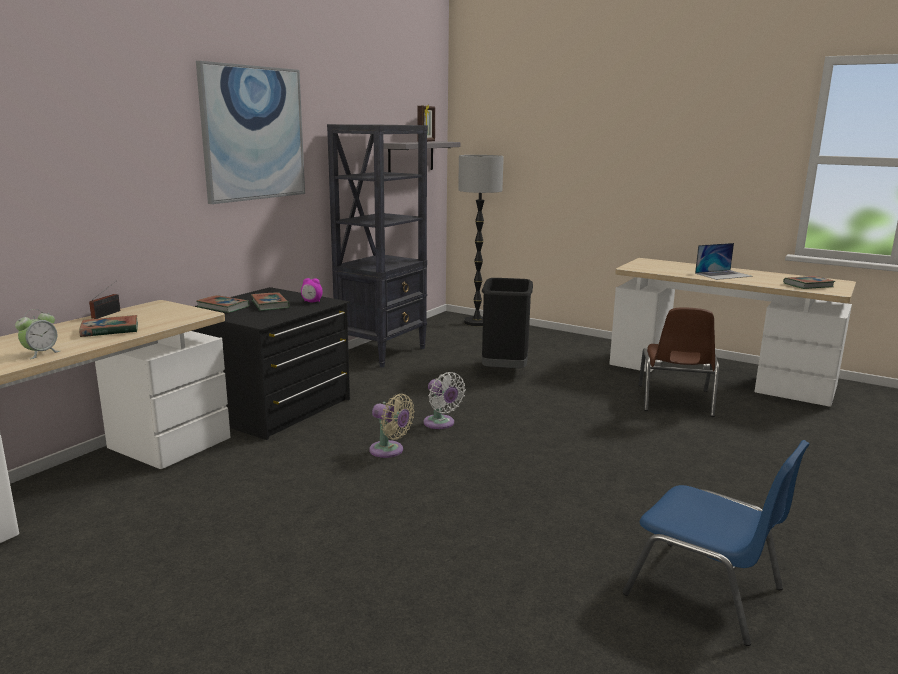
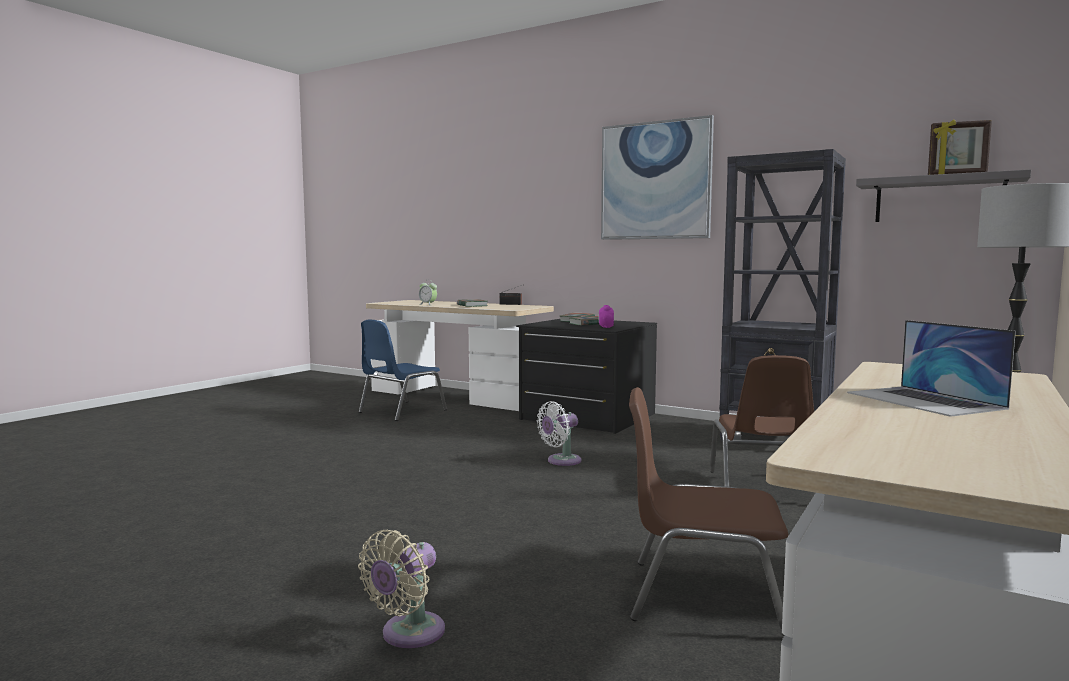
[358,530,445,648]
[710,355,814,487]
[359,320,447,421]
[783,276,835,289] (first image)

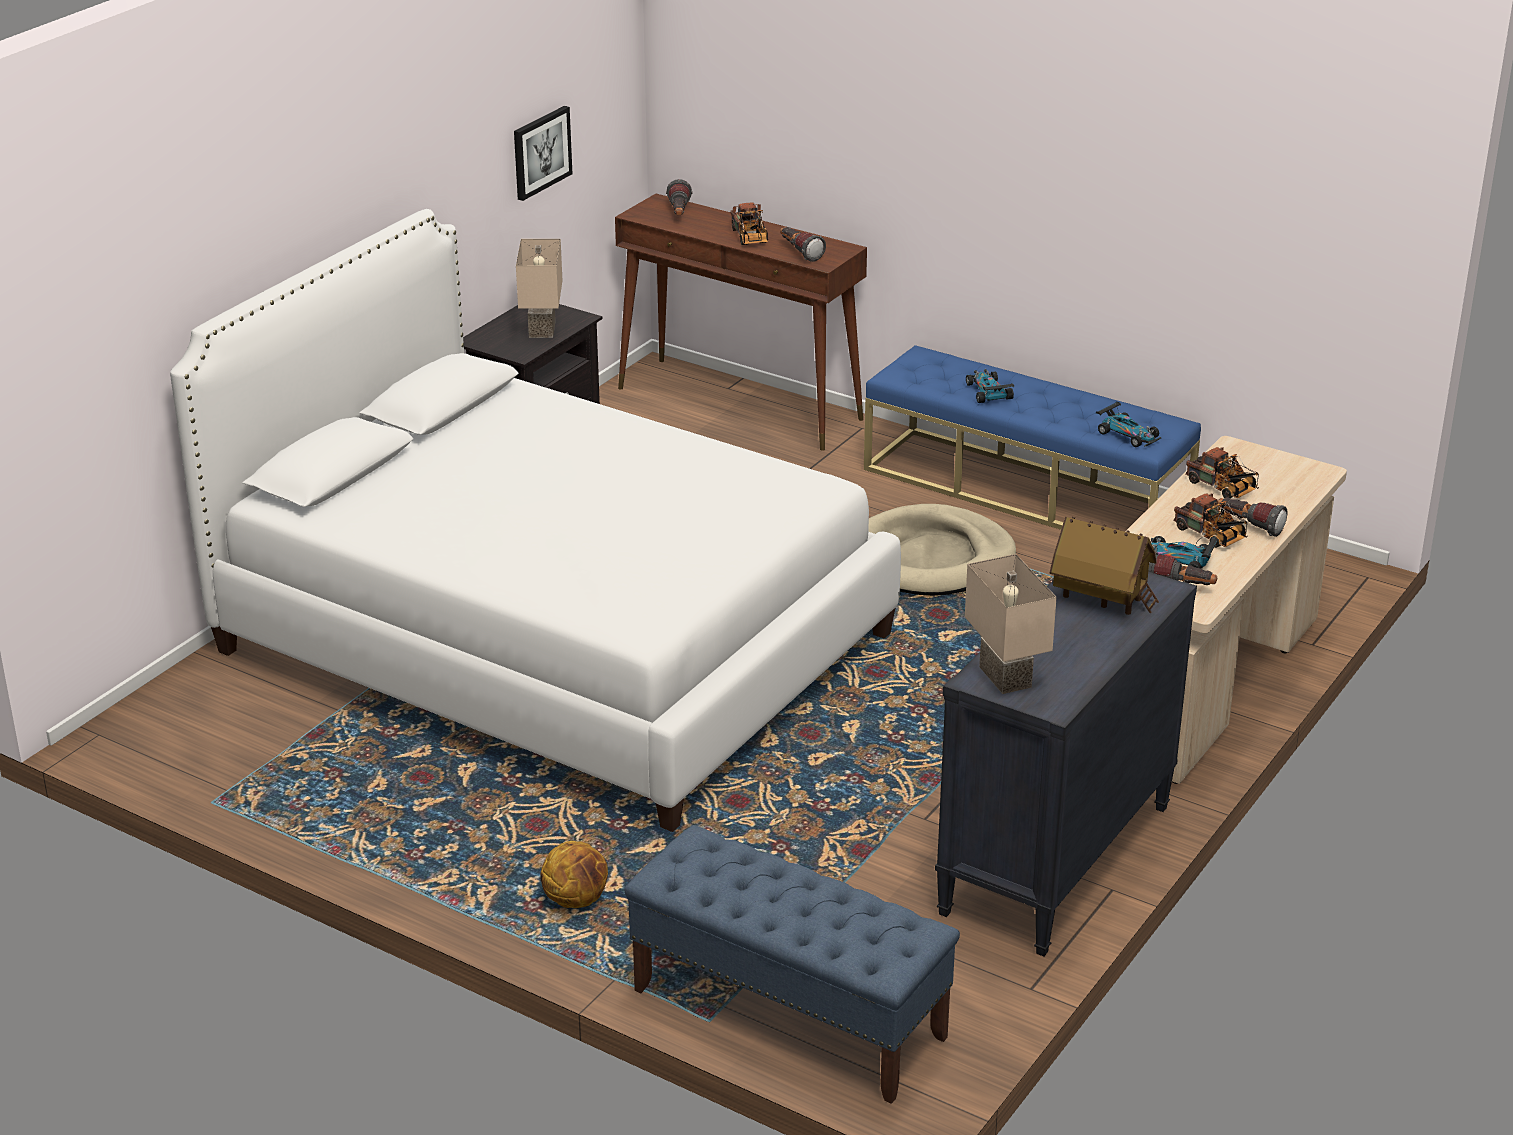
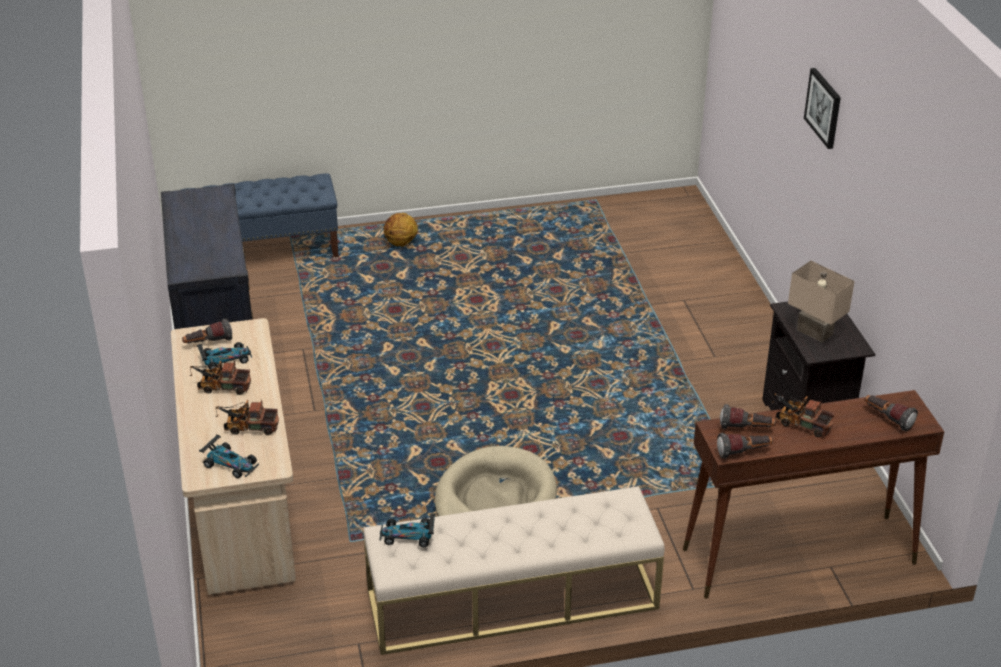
[170,209,901,832] (first image)
[804,68,841,149]
[363,486,665,655]
[965,554,1057,694] (first image)
[199,435,259,478]
[1050,517,1159,615] (first image)
[717,433,773,459]

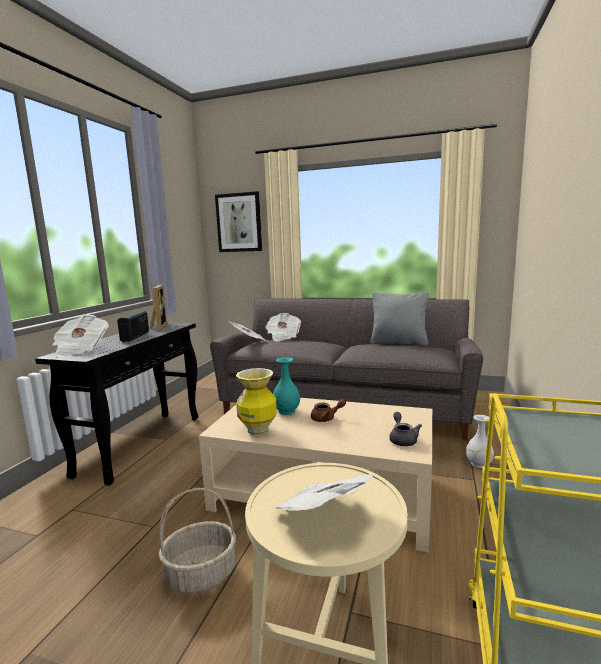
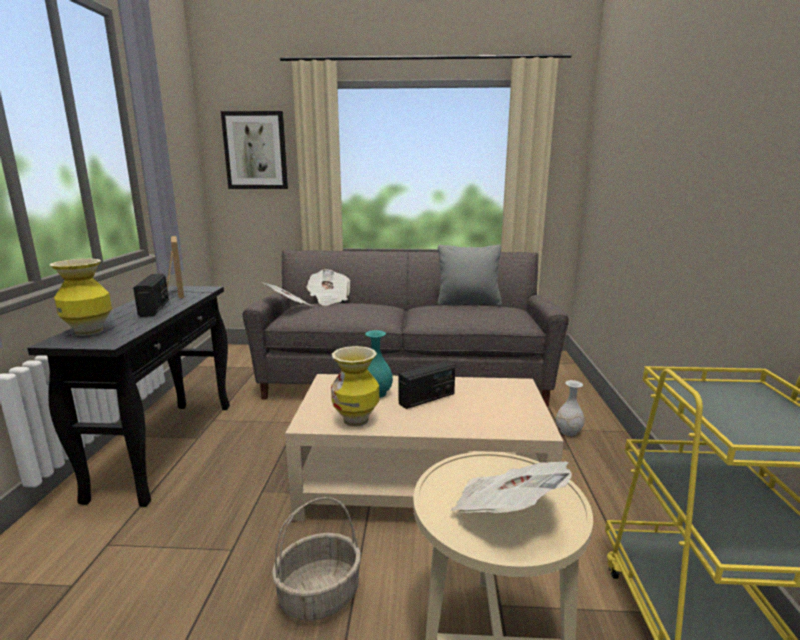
[50,259,112,336]
[399,361,455,409]
[389,412,422,446] (first image)

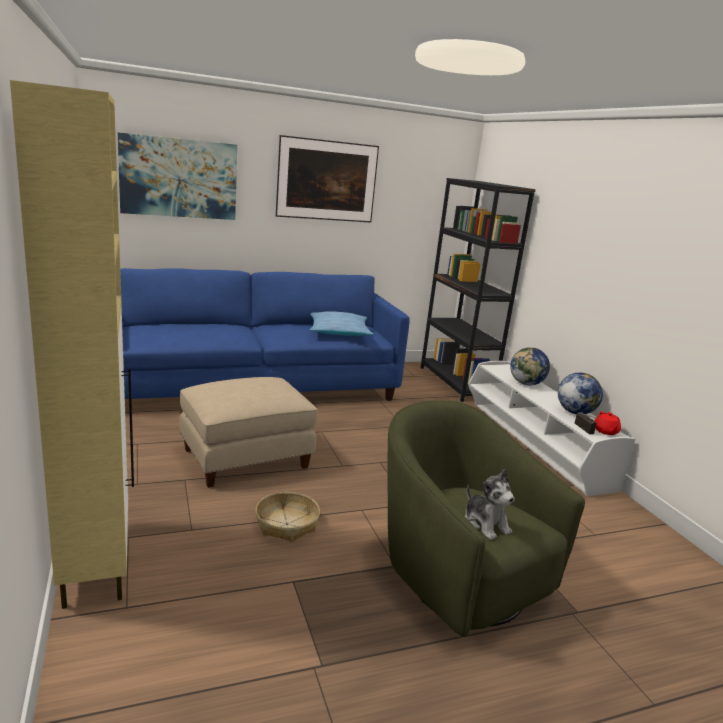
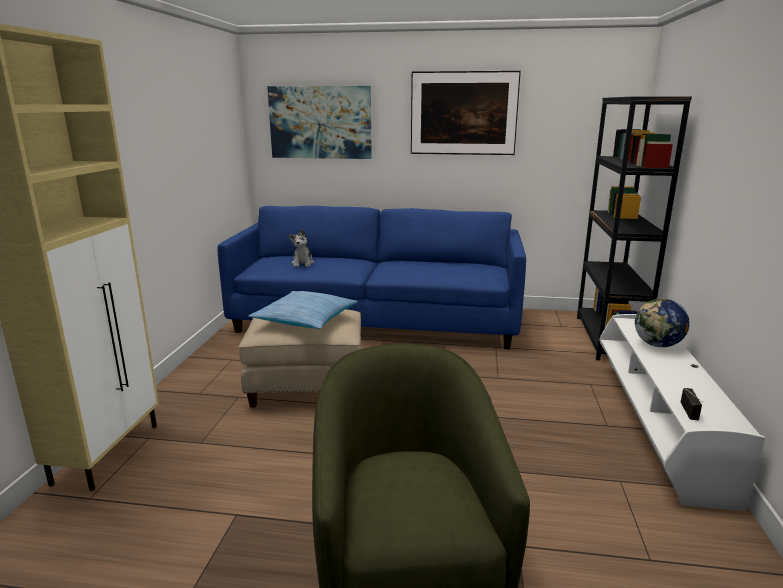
[255,492,320,542] (first image)
[248,291,358,329]
[289,229,314,267]
[558,373,603,414] (first image)
[594,411,621,435] (first image)

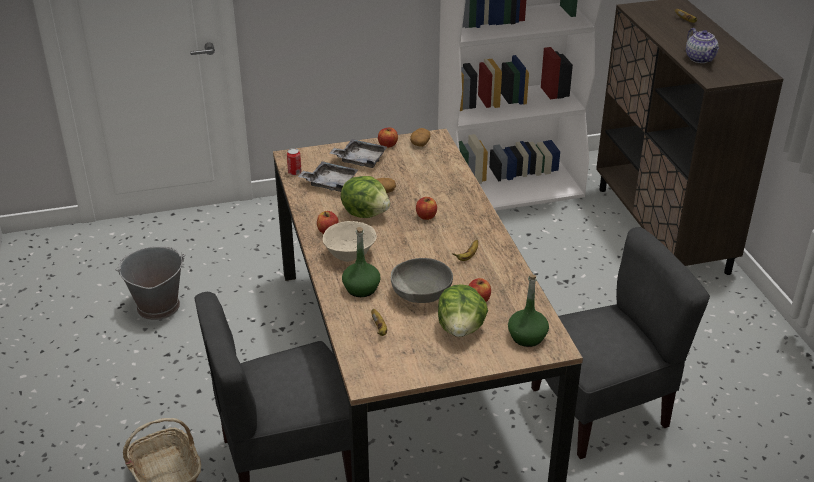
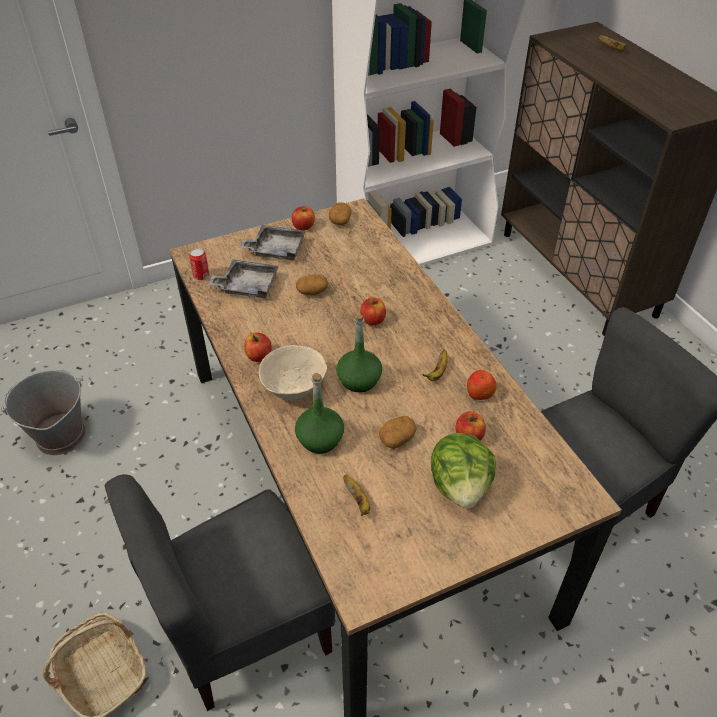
[341,176,390,218] (first image)
[379,416,416,449]
[336,314,382,392]
[686,28,719,63] (first image)
[467,370,496,400]

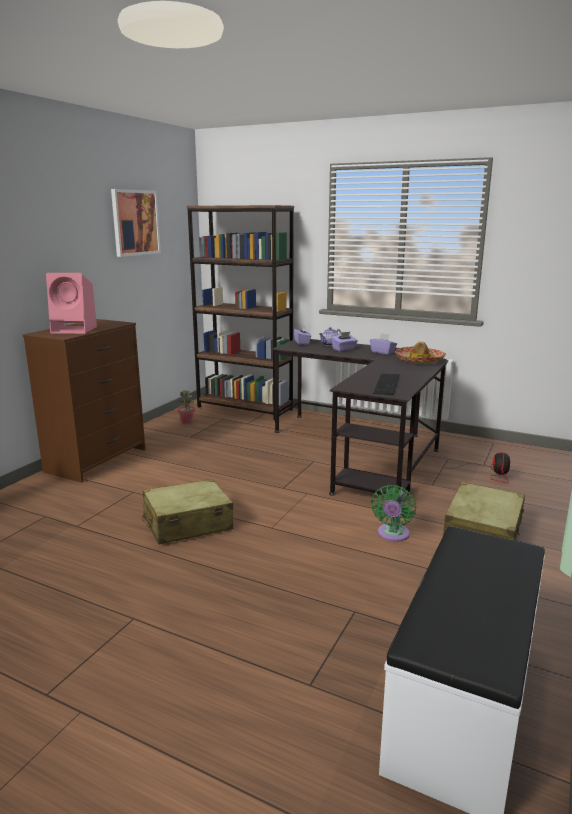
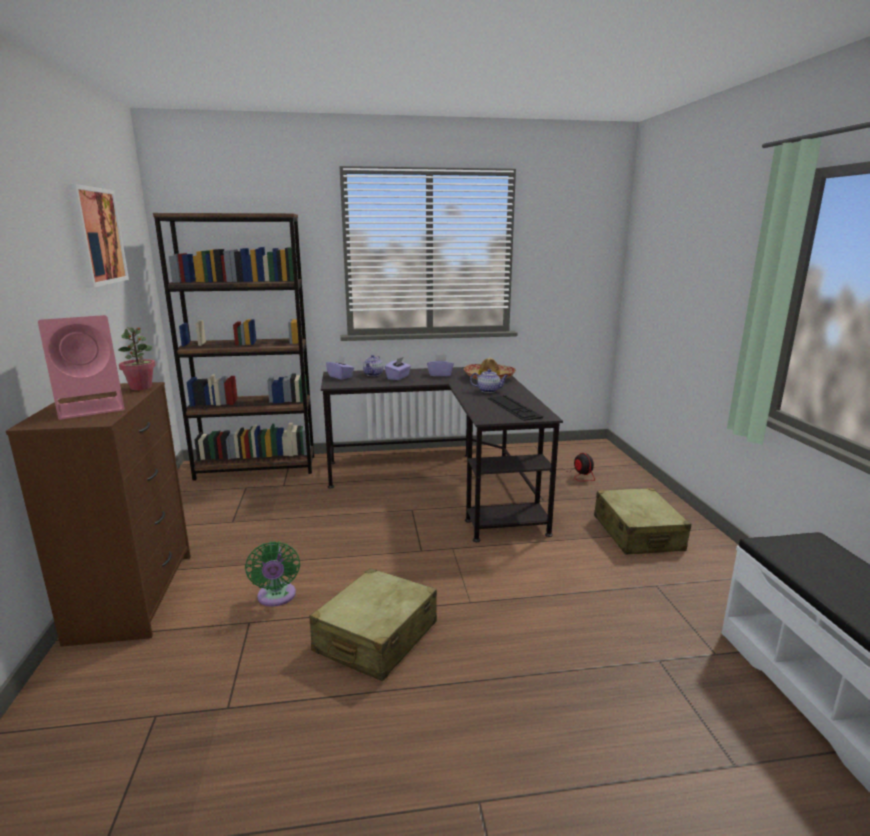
[118,327,156,390]
[245,541,300,607]
[470,369,508,393]

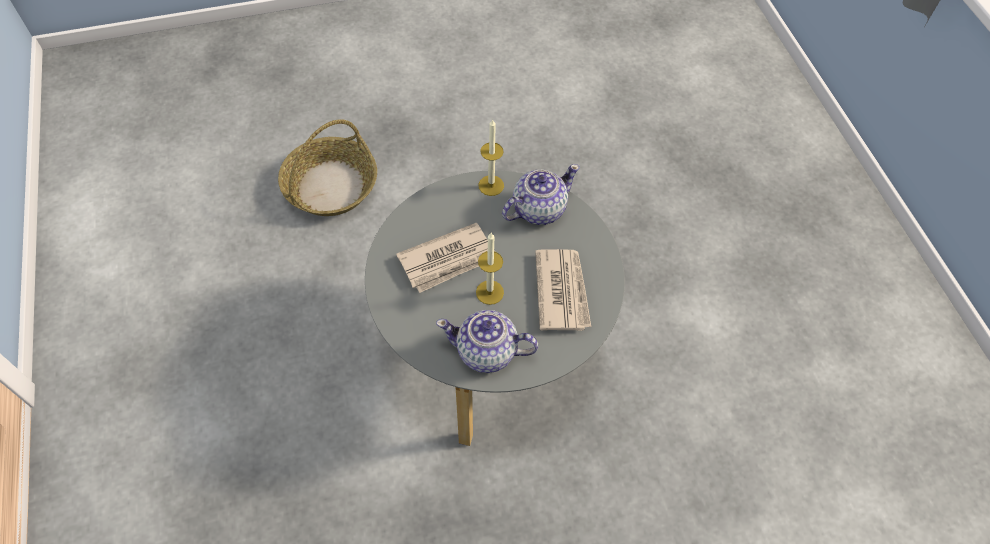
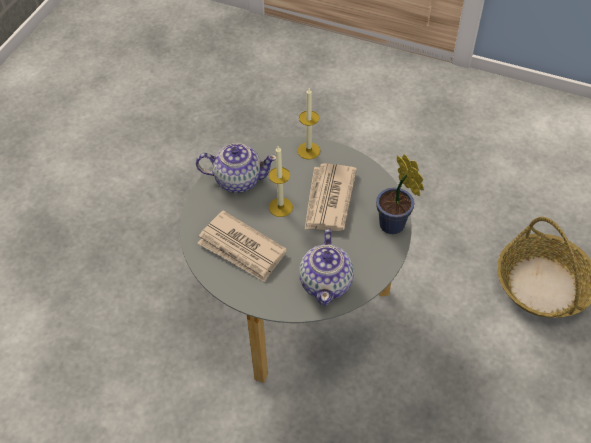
[196,143,276,193]
[298,88,320,160]
[376,154,424,234]

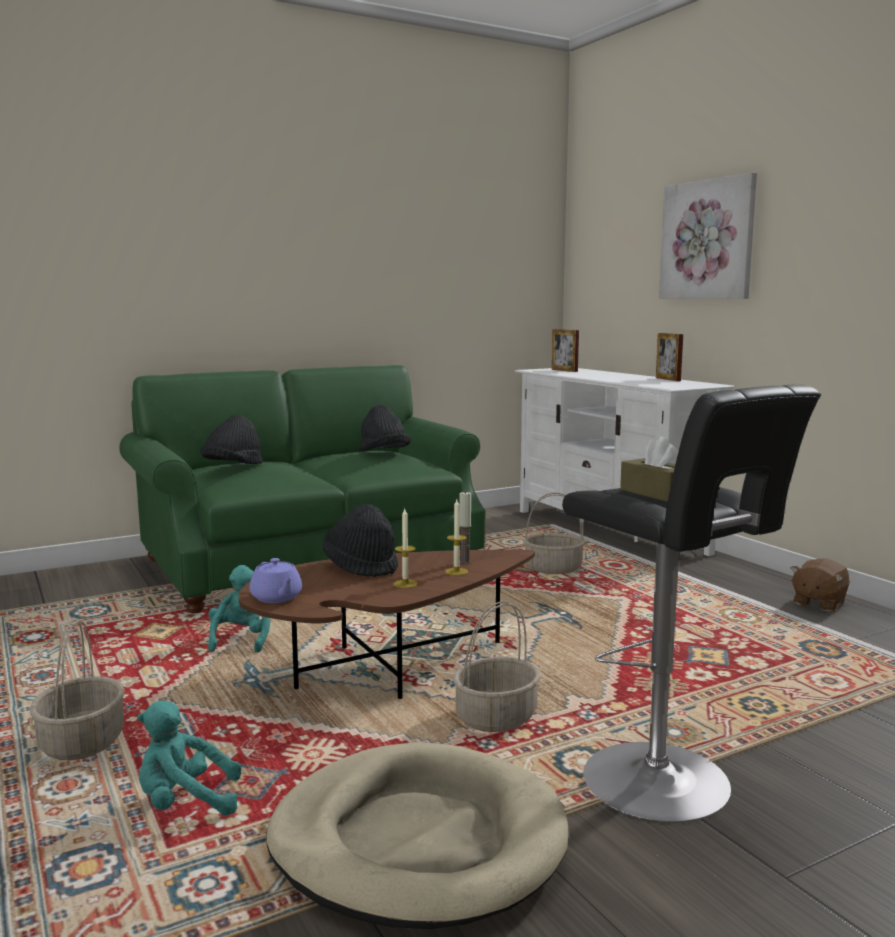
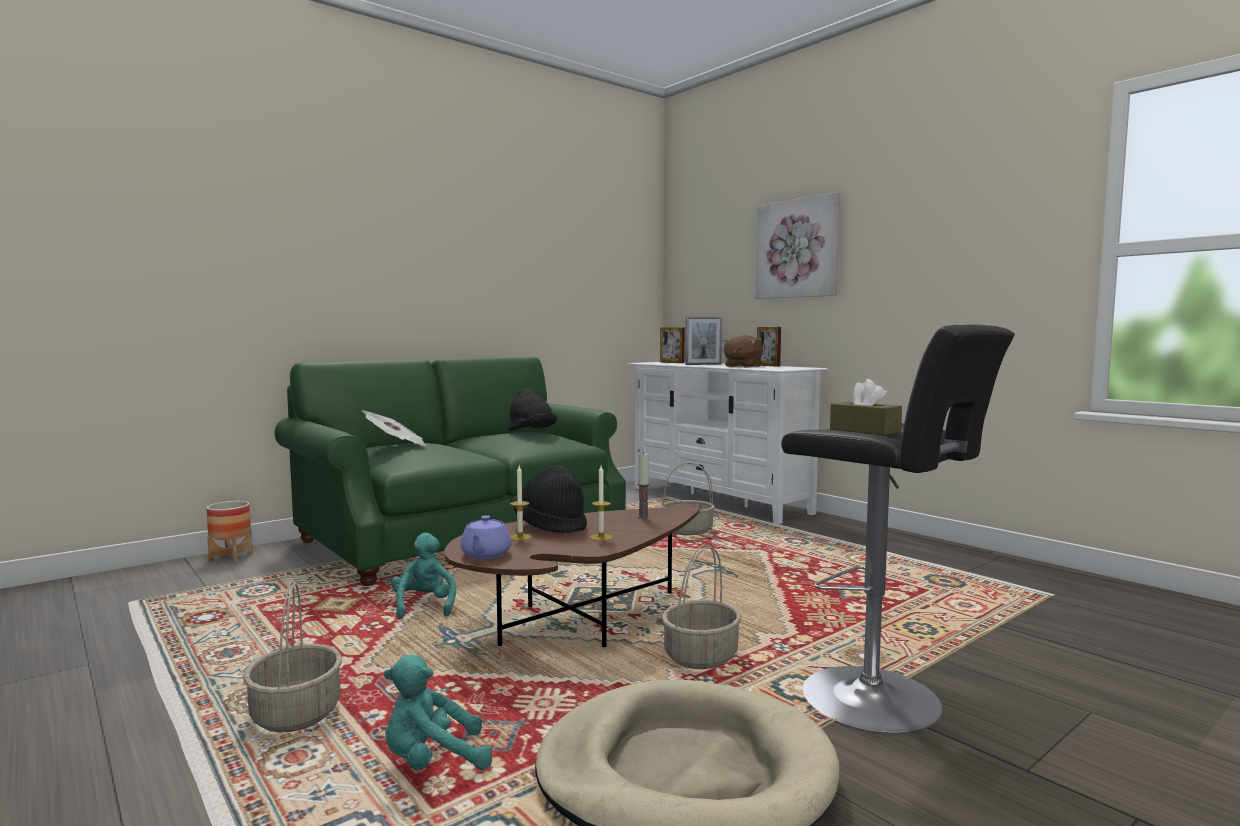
[361,410,426,446]
[460,515,511,559]
[510,466,532,541]
[722,335,763,367]
[206,501,253,562]
[685,316,722,365]

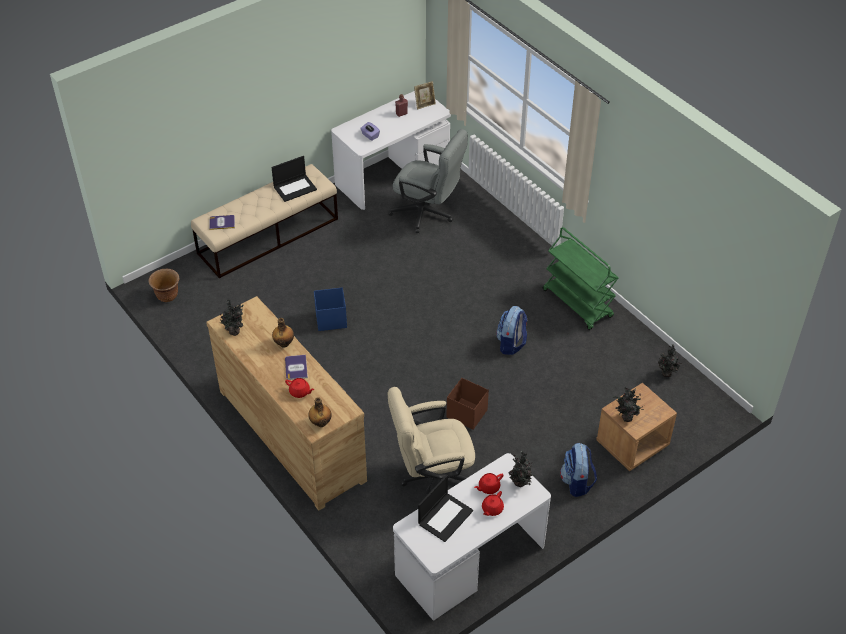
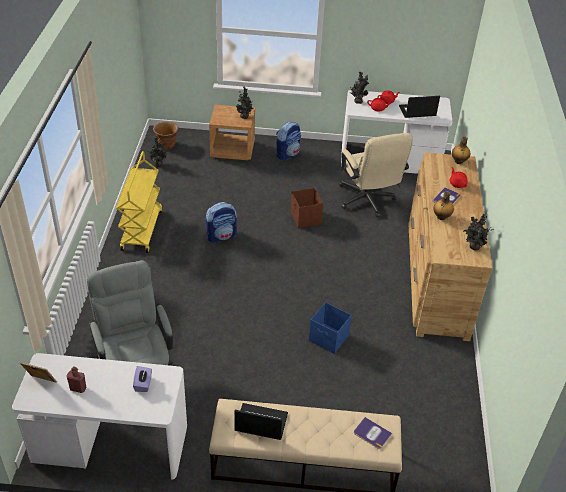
[153,122,178,149]
[339,133,413,217]
[116,151,162,253]

